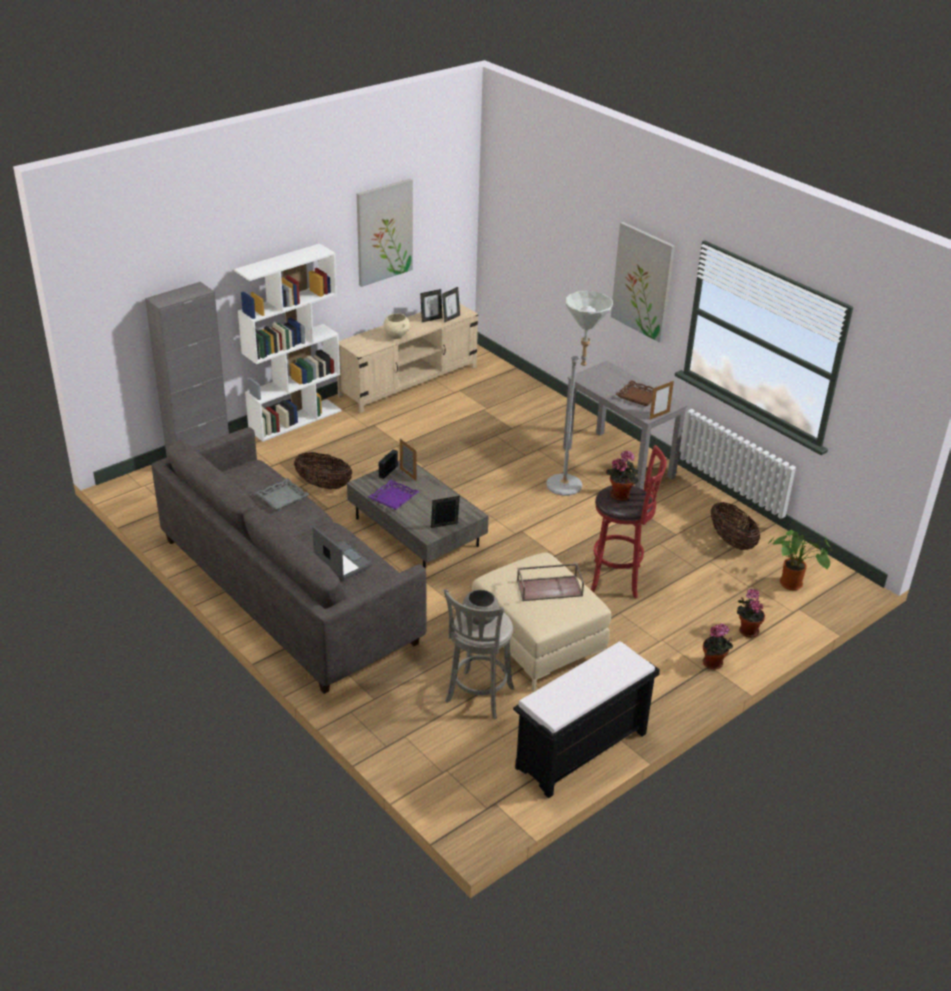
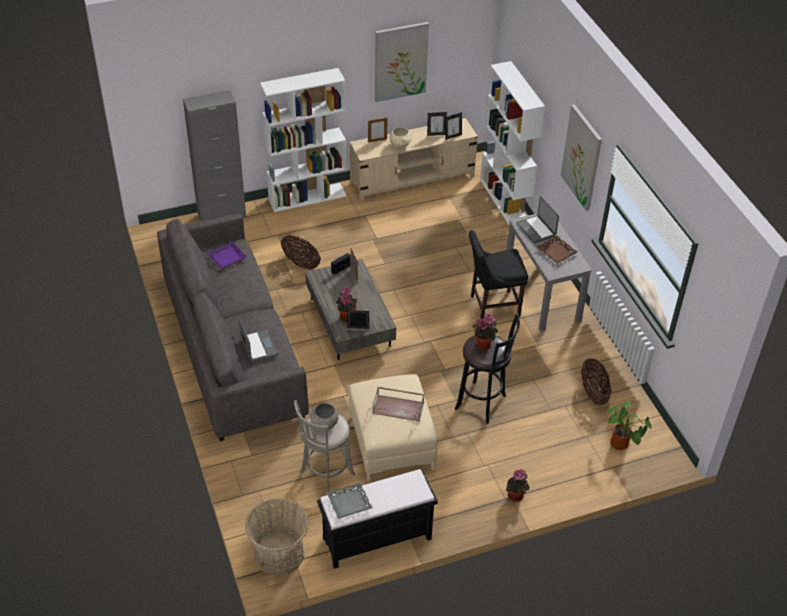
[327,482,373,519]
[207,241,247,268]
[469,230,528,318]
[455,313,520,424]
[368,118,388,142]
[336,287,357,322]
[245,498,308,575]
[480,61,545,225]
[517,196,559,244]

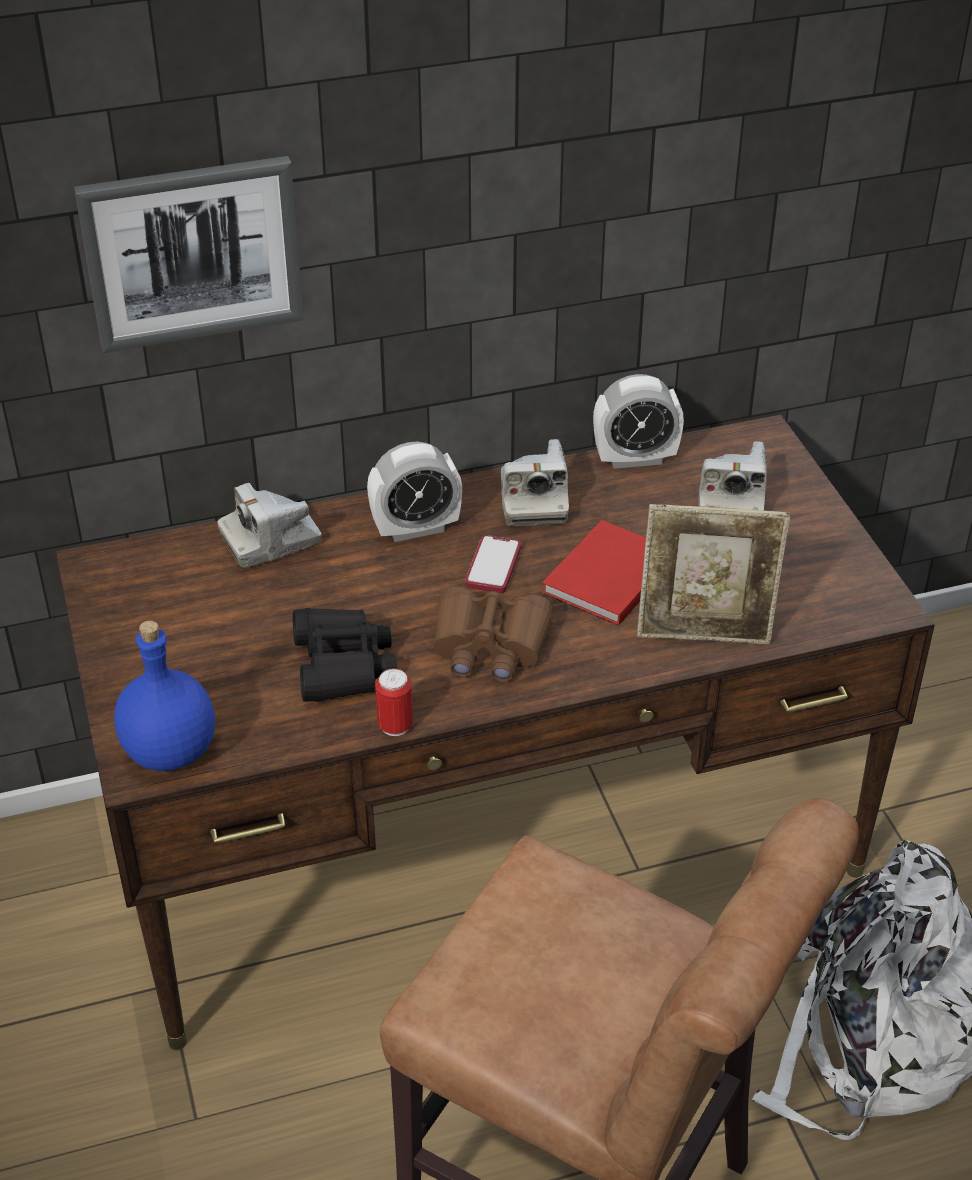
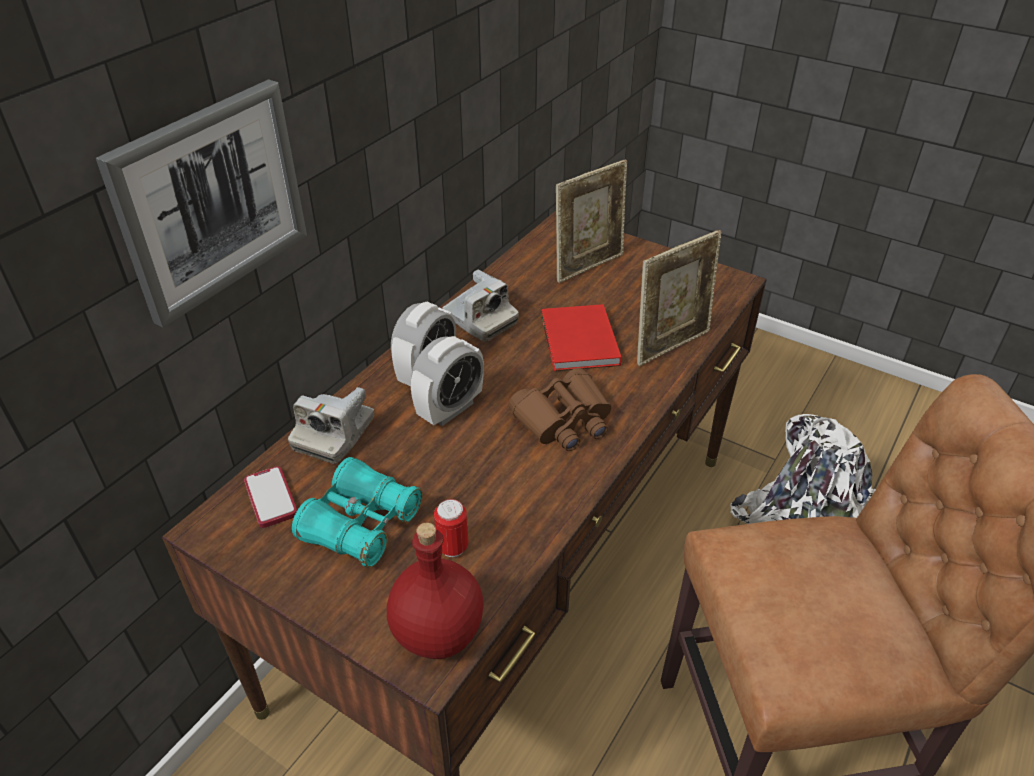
[387,523,484,659]
[293,608,397,702] (first image)
[434,499,468,557]
[244,466,297,528]
[411,336,484,426]
[556,160,627,283]
[292,457,423,568]

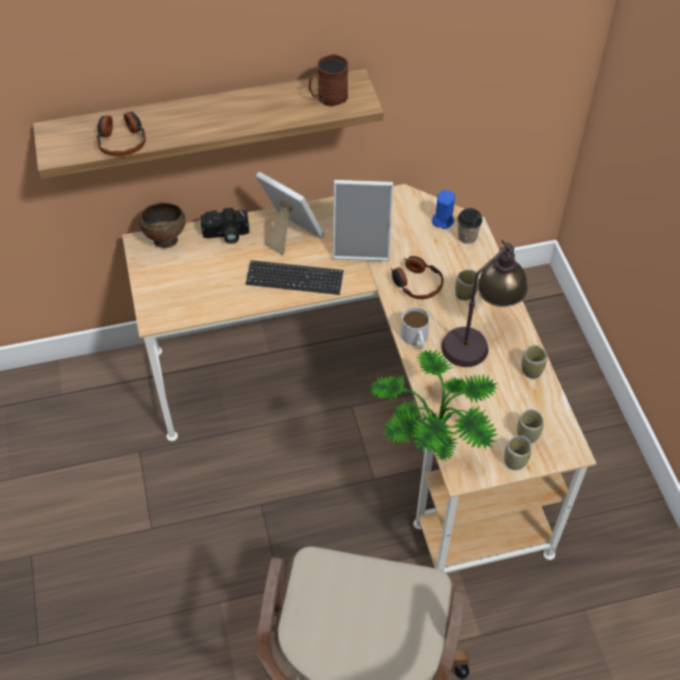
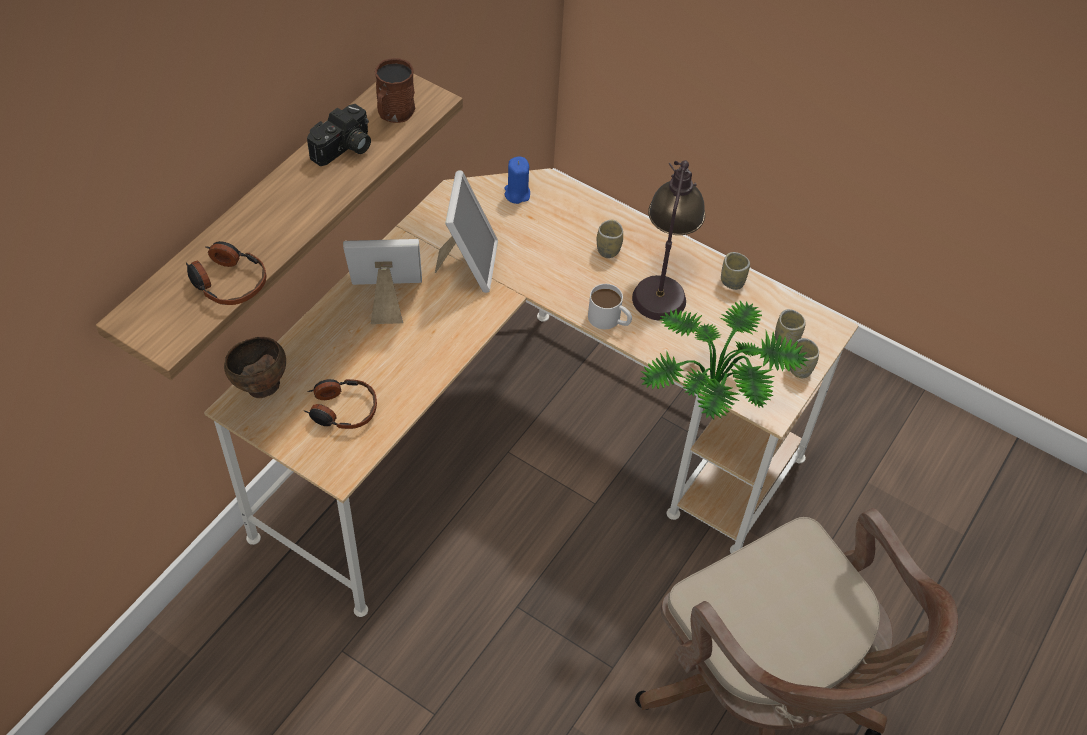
[307,104,371,166]
[246,260,344,295] (first image)
[435,170,498,293]
[304,379,377,429]
[457,208,483,244] (first image)

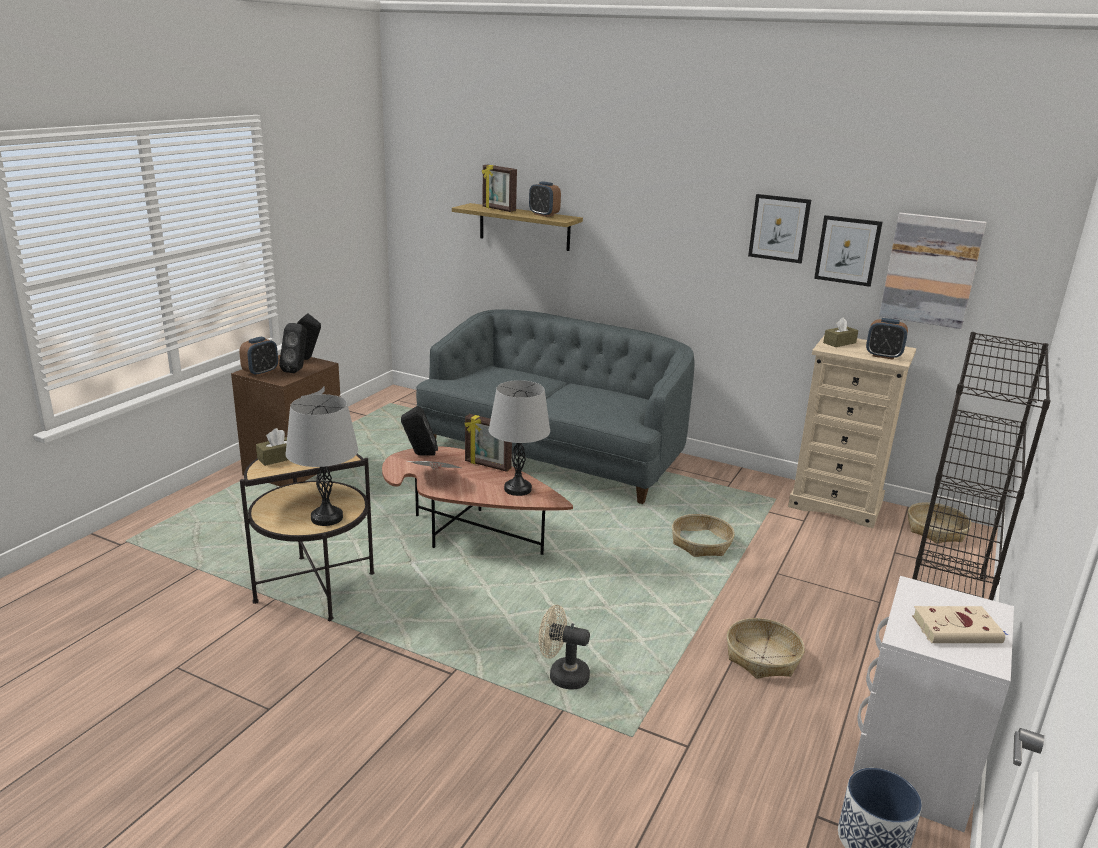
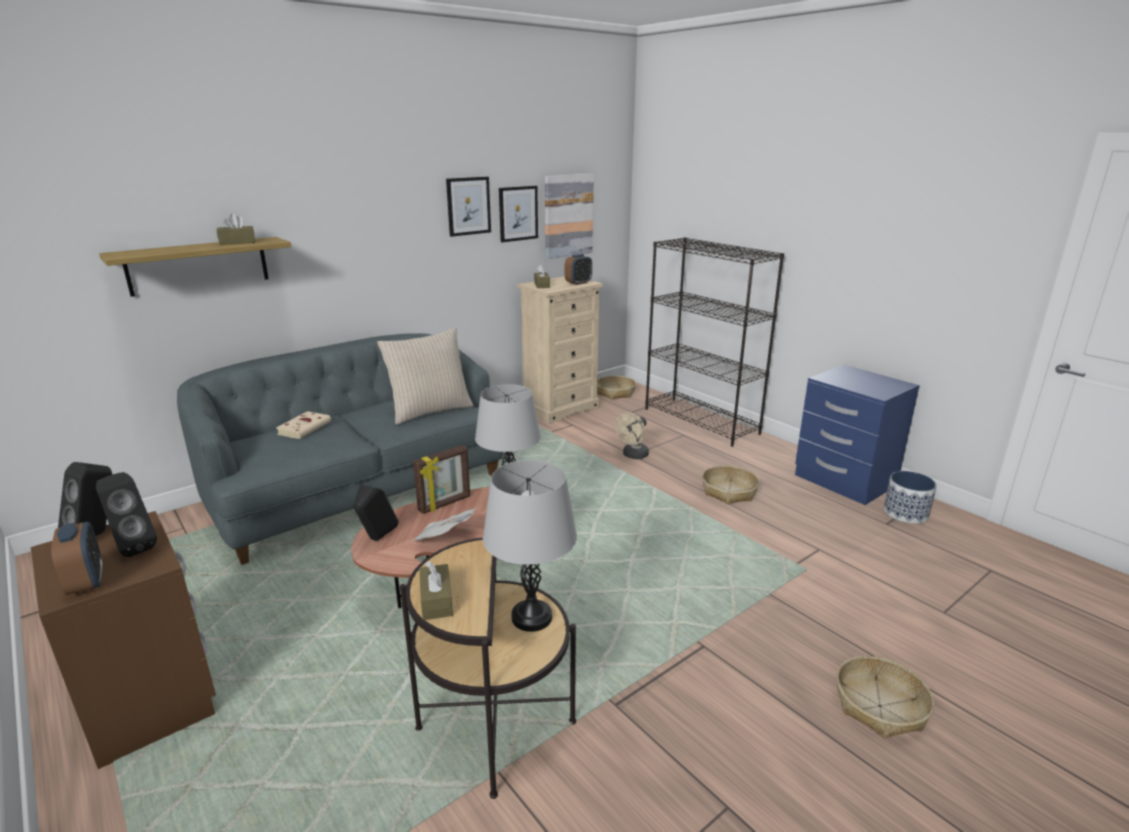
[482,165,517,212] (first image)
[217,214,255,245]
[615,412,649,459]
[837,656,934,738]
[795,365,920,505]
[276,411,331,439]
[377,327,474,425]

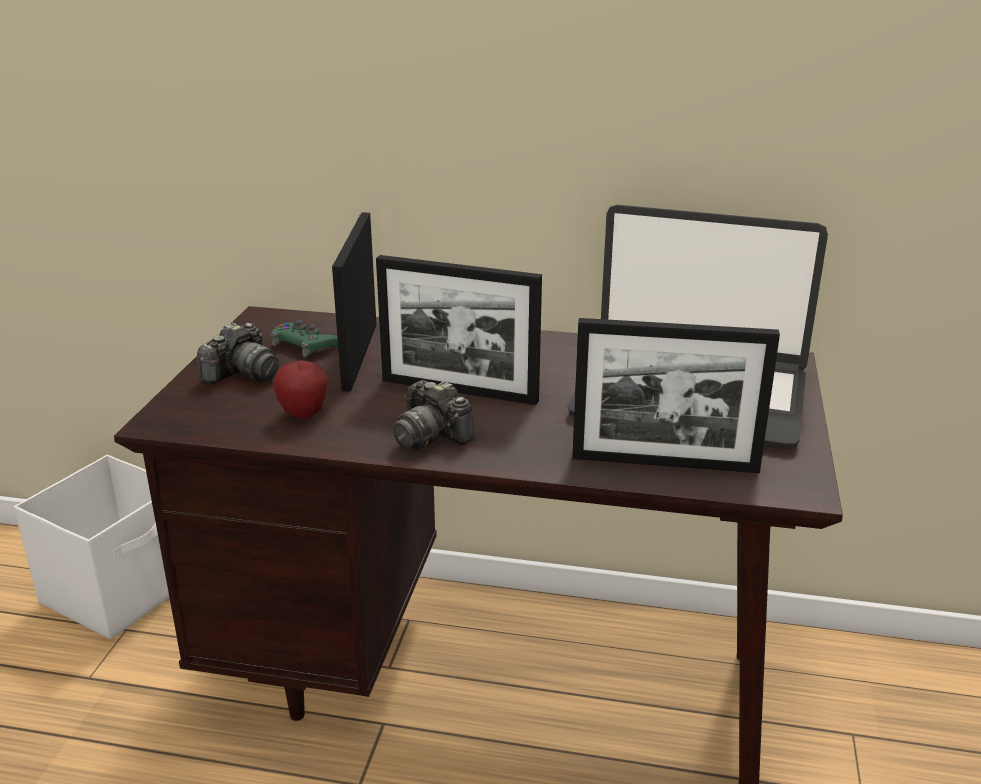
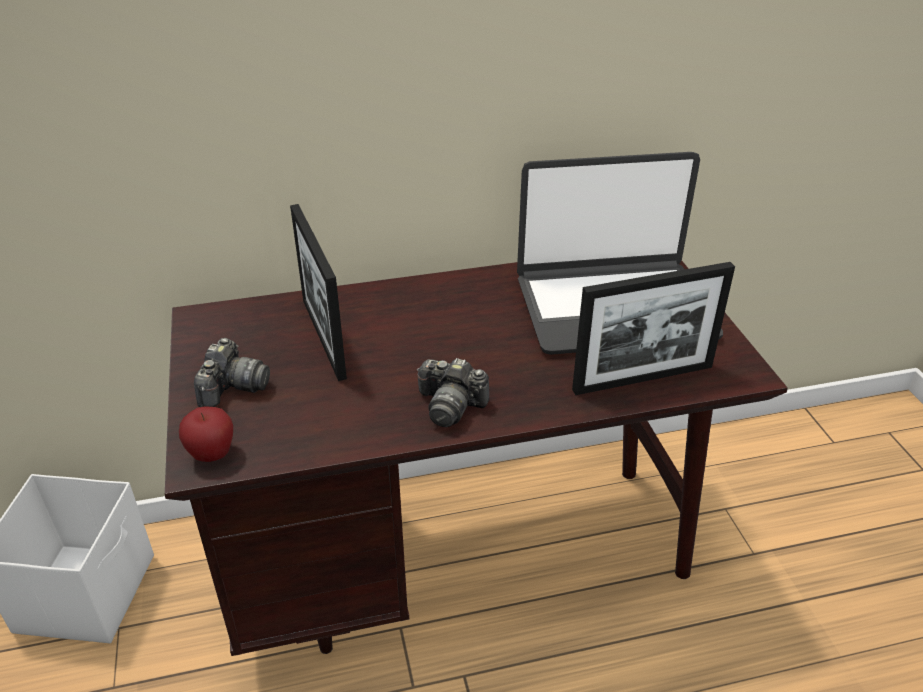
[270,319,338,357] (first image)
[179,406,233,462]
[376,255,542,405] (first image)

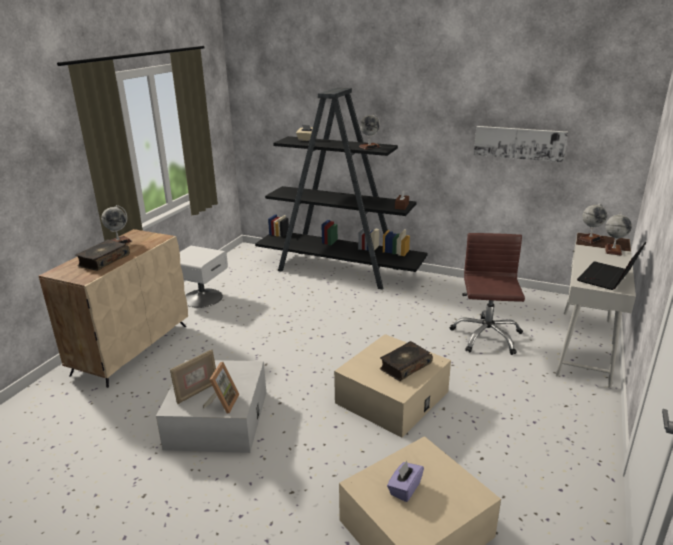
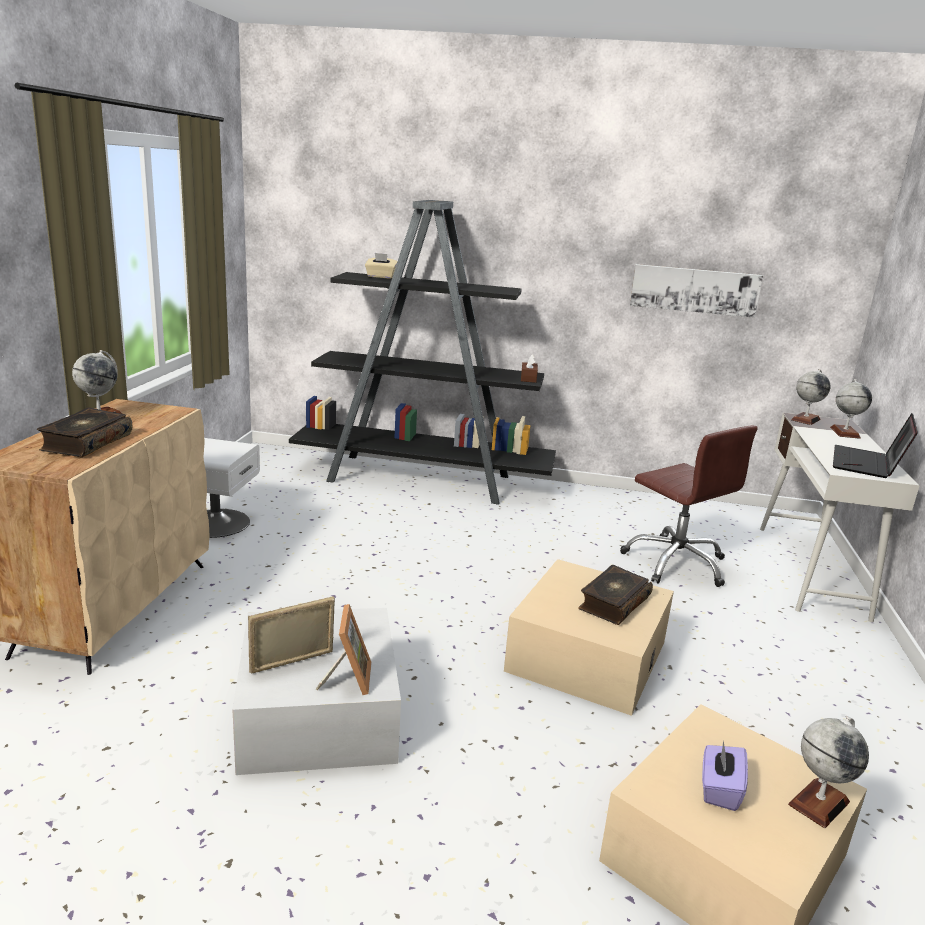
[248,596,335,673]
[788,716,869,828]
[620,425,758,587]

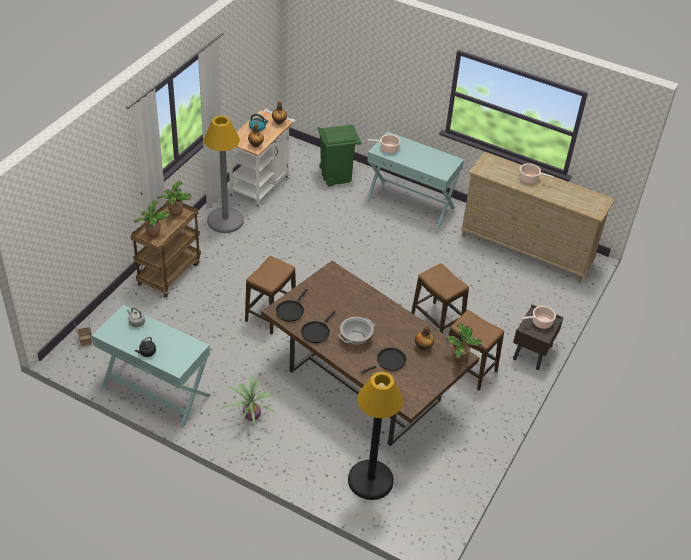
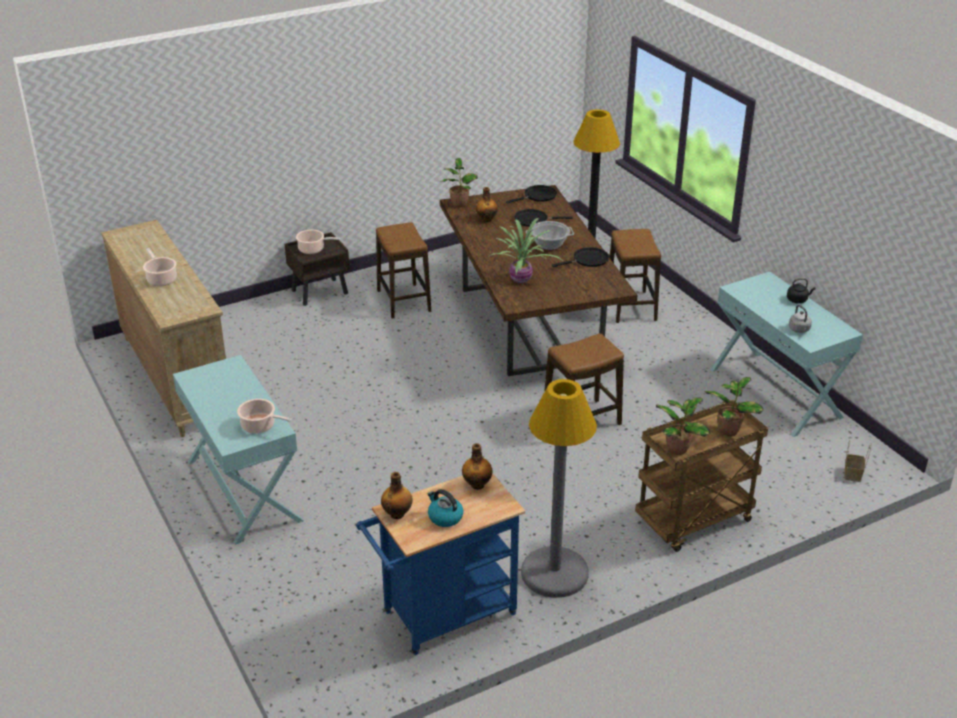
[488,218,562,283]
[356,473,525,655]
[506,185,557,204]
[318,125,361,187] (first image)
[609,229,661,323]

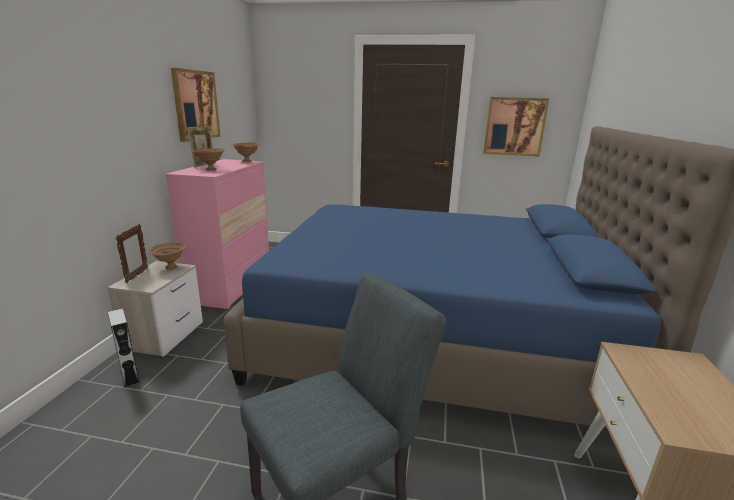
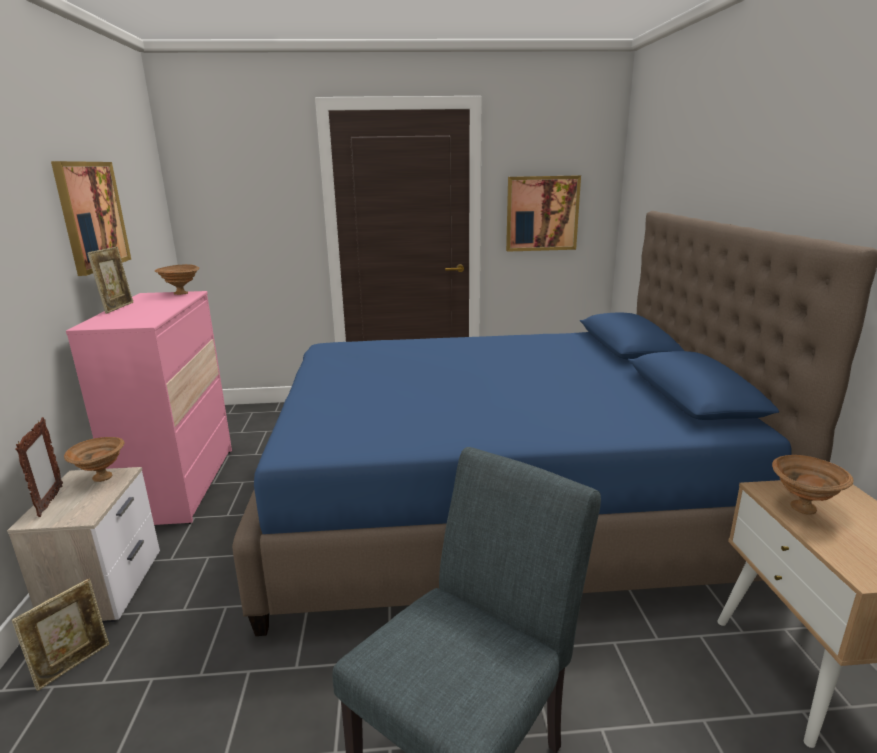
[12,578,109,691]
[772,455,853,515]

